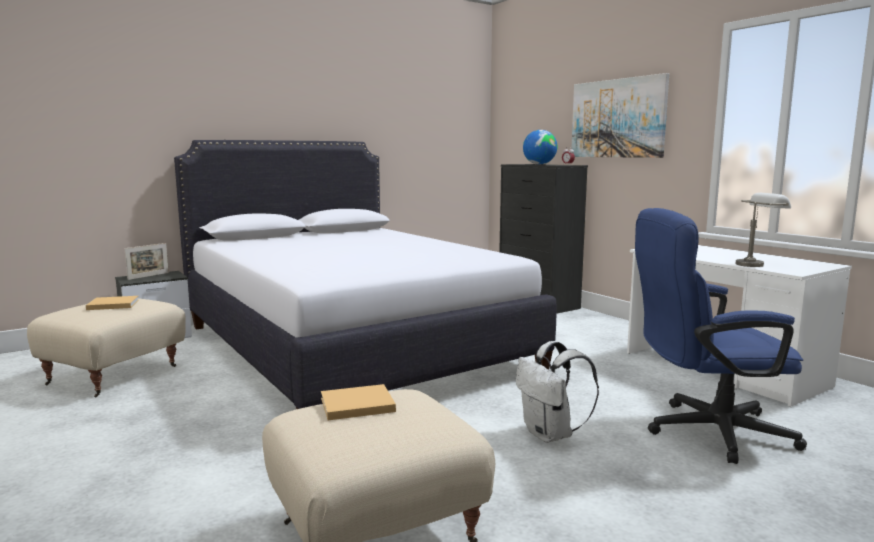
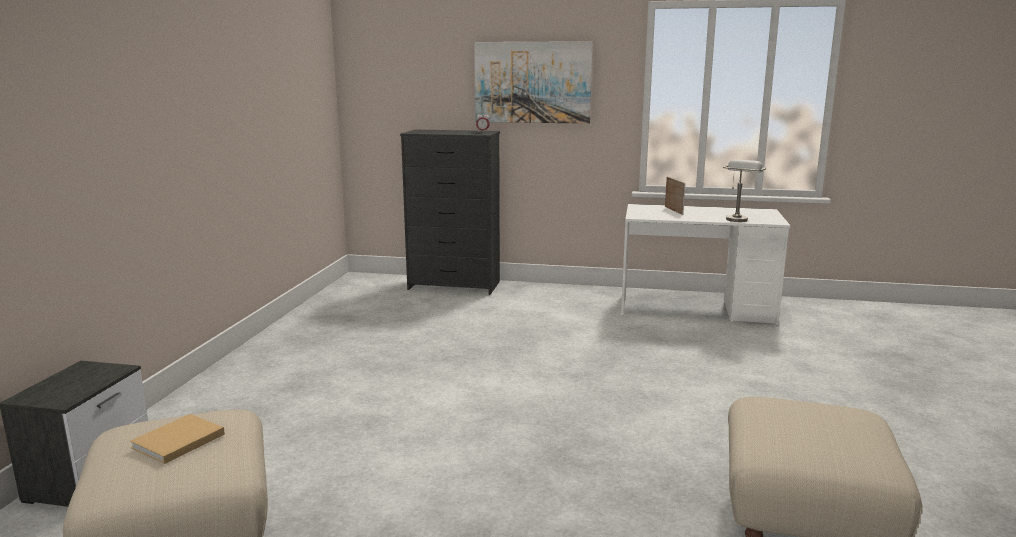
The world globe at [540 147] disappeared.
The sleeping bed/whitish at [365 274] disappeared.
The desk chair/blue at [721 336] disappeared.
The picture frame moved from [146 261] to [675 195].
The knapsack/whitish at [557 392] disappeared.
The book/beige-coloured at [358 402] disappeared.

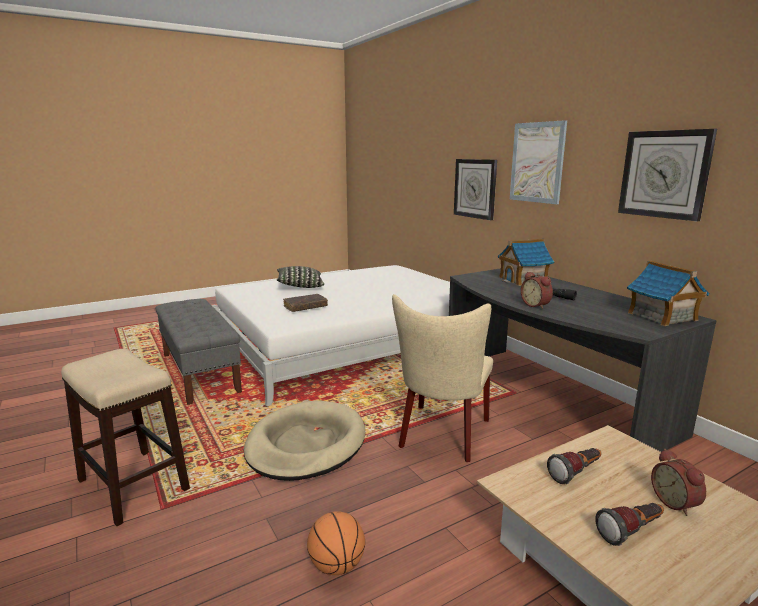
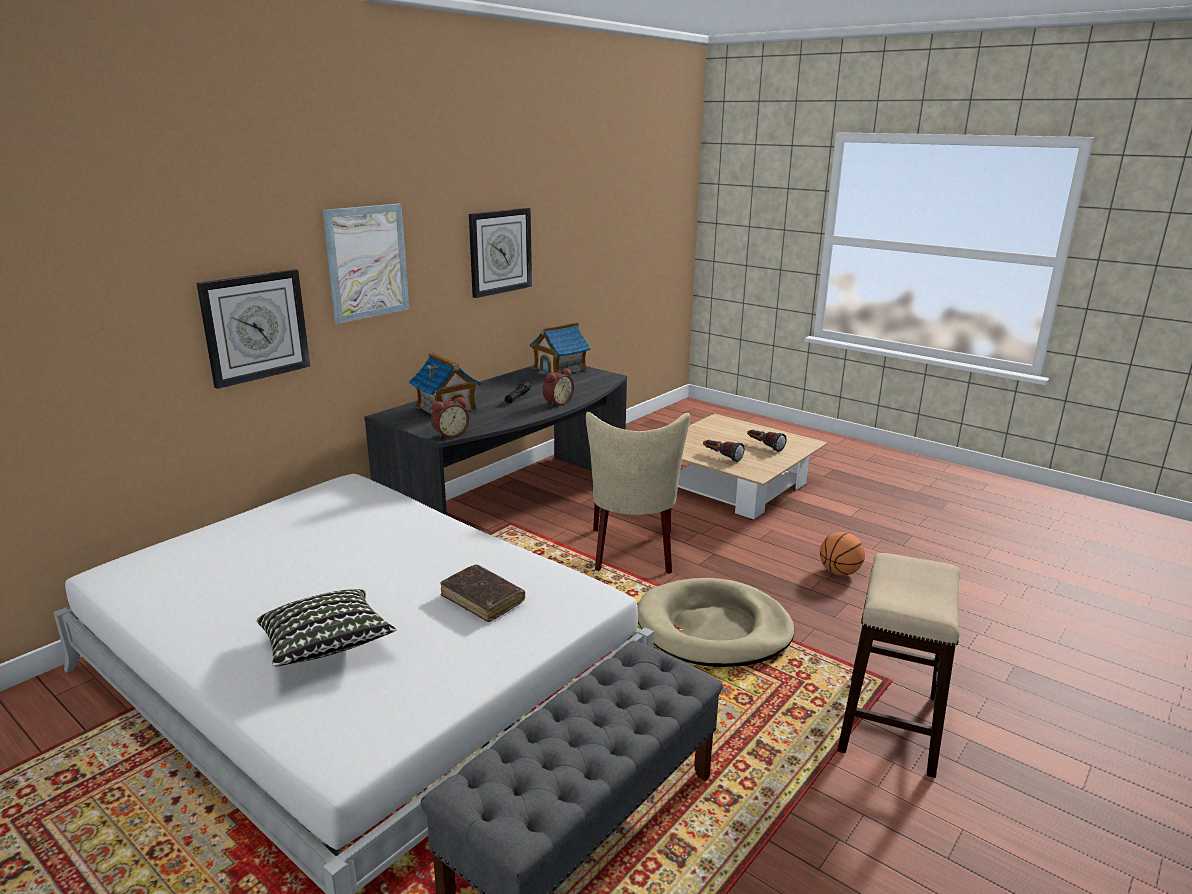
The upright chair/beige-coloured at [442 378] turned 90 degrees clockwise.
The table clock moved from [678 482] to [450 418].

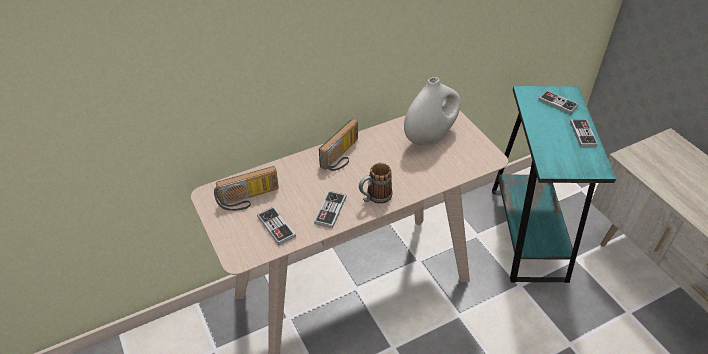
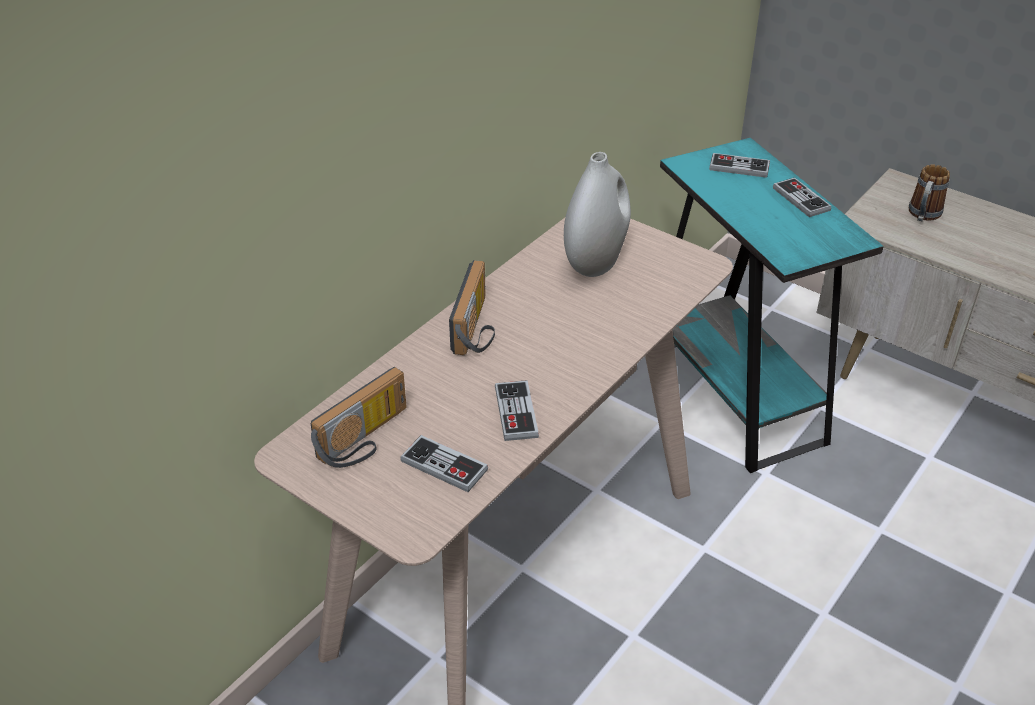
The coffee mug moved from [375 183] to [929 192].

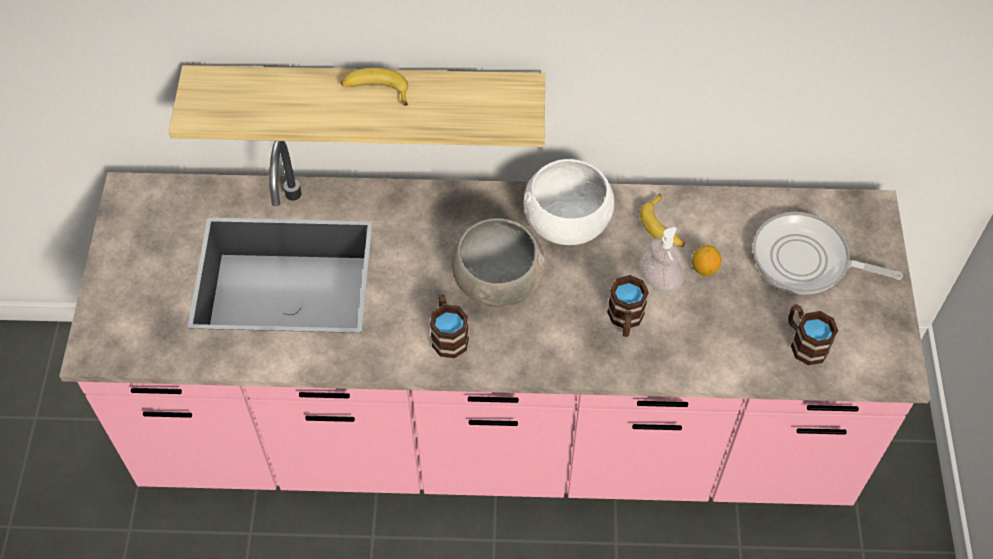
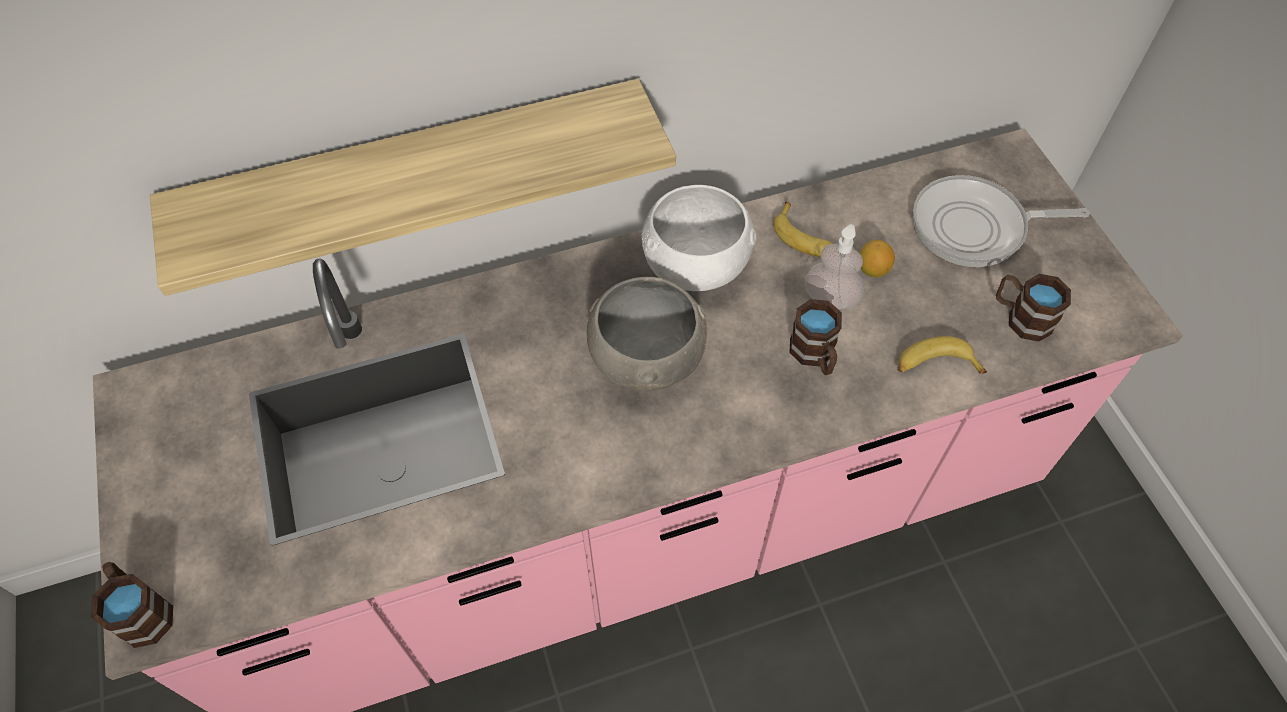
The whole banana moved from [374 87] to [942 355].
The coffee mug/brown-coloured moved from [449 326] to [132 605].

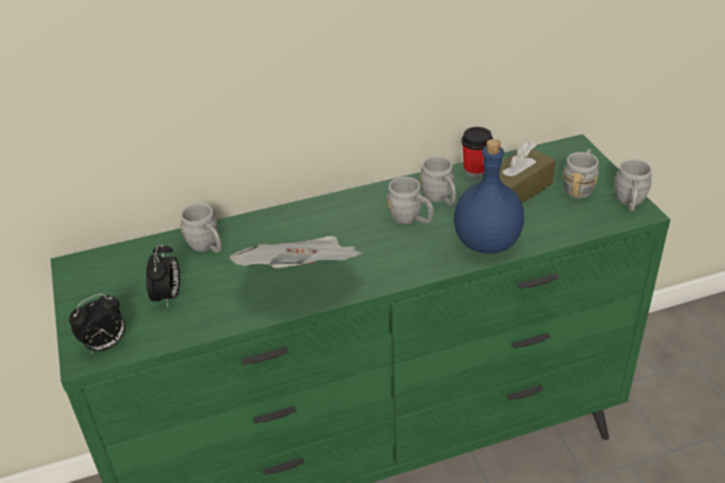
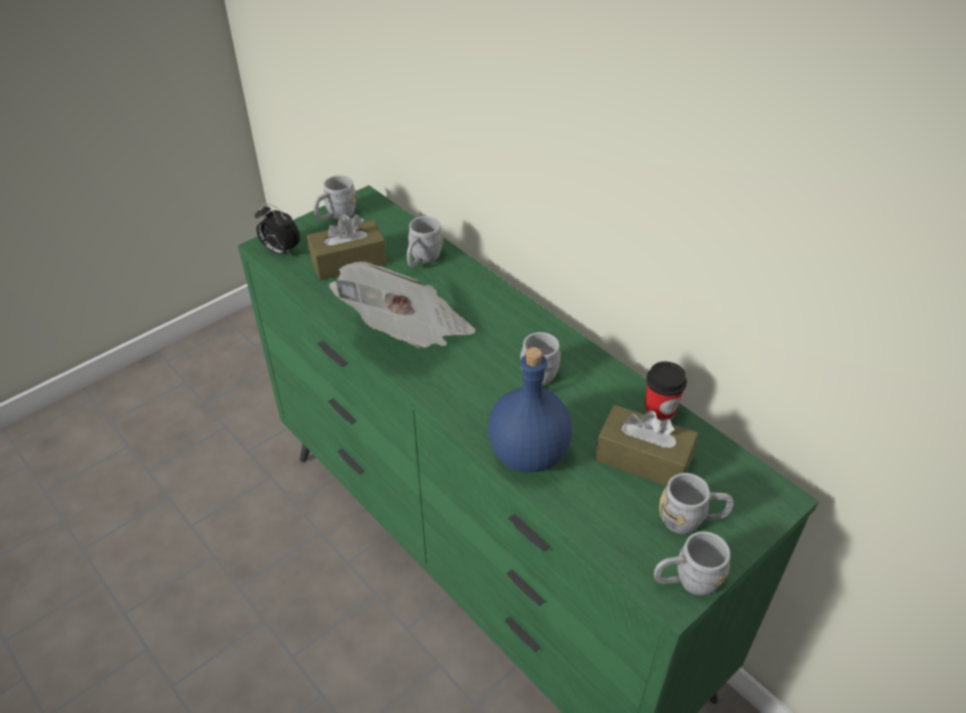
The coffee mug/gray moved from [438 180] to [335 198].
The table clock at [163 275] was replaced by the box of tissues/brown-coloured at [347 247].

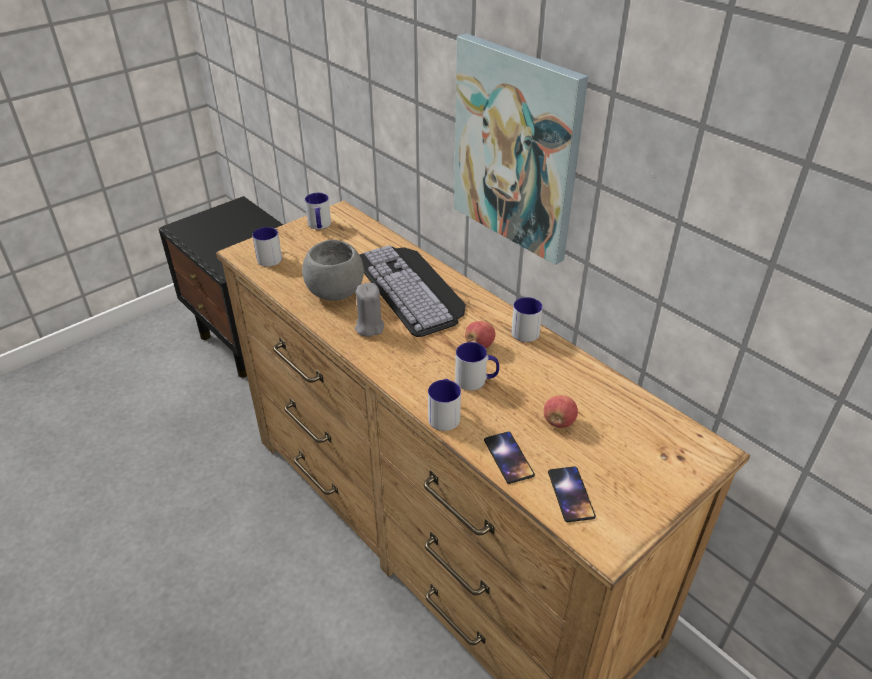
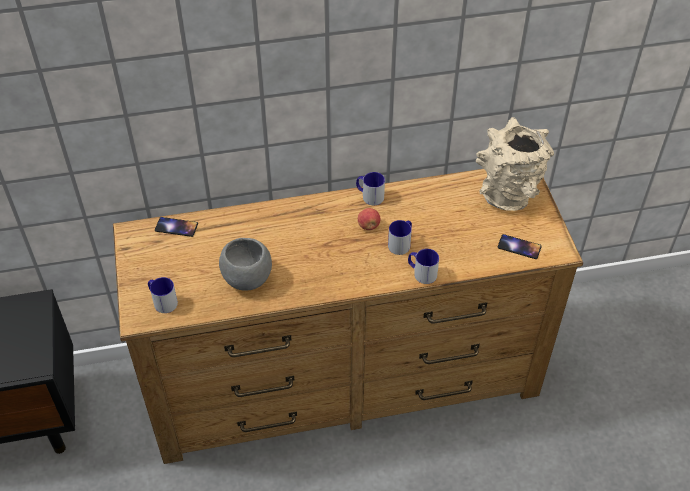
The wall art at [521 149] disappeared.
The coffee mug at [318 211] disappeared.
The keyboard at [412 291] disappeared.
The candle/gray at [369 310] disappeared.
The apple at [561 411] disappeared.
The phone moved from [509 458] to [176 227].
The flower vase/beige-coloured at [515 164] appeared.

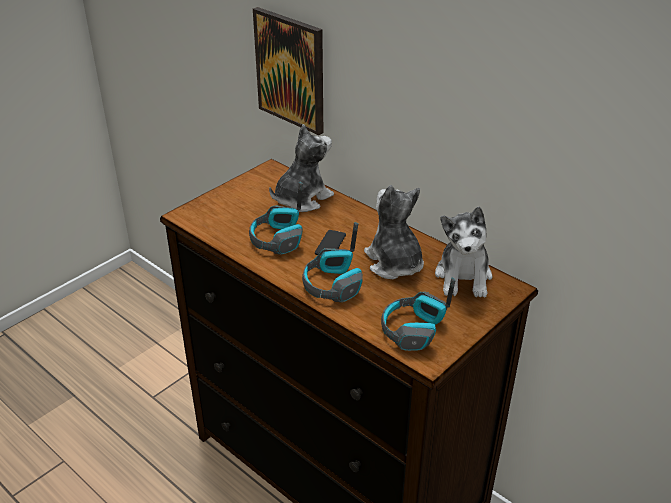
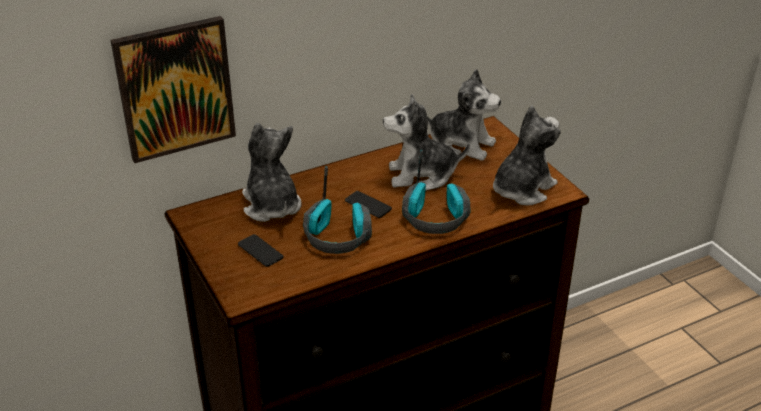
The headset at [418 314] was replaced by the cuddly toy at [527 155].
The phone at [260 250] appeared.

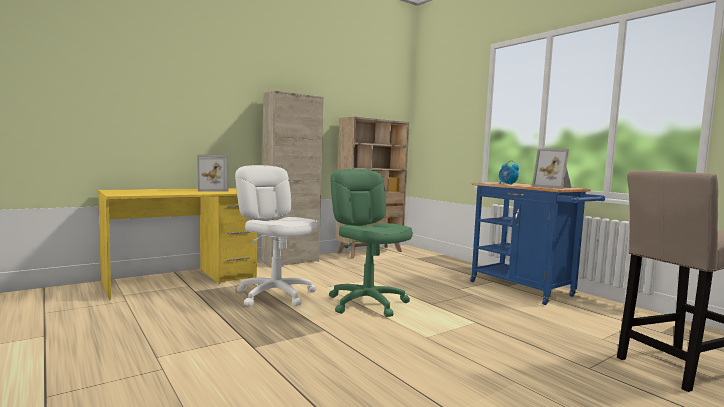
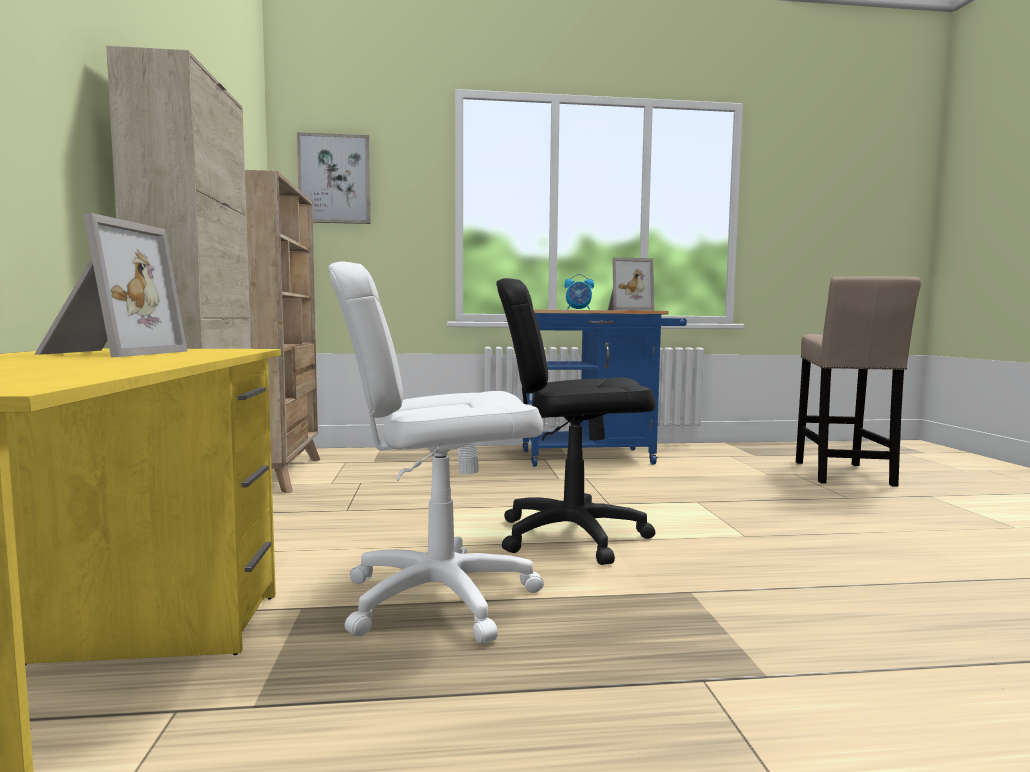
The desk chair/green at [371 243] became the desk chair/black-coloured at [576 421].
The wall art at [334 178] appeared.

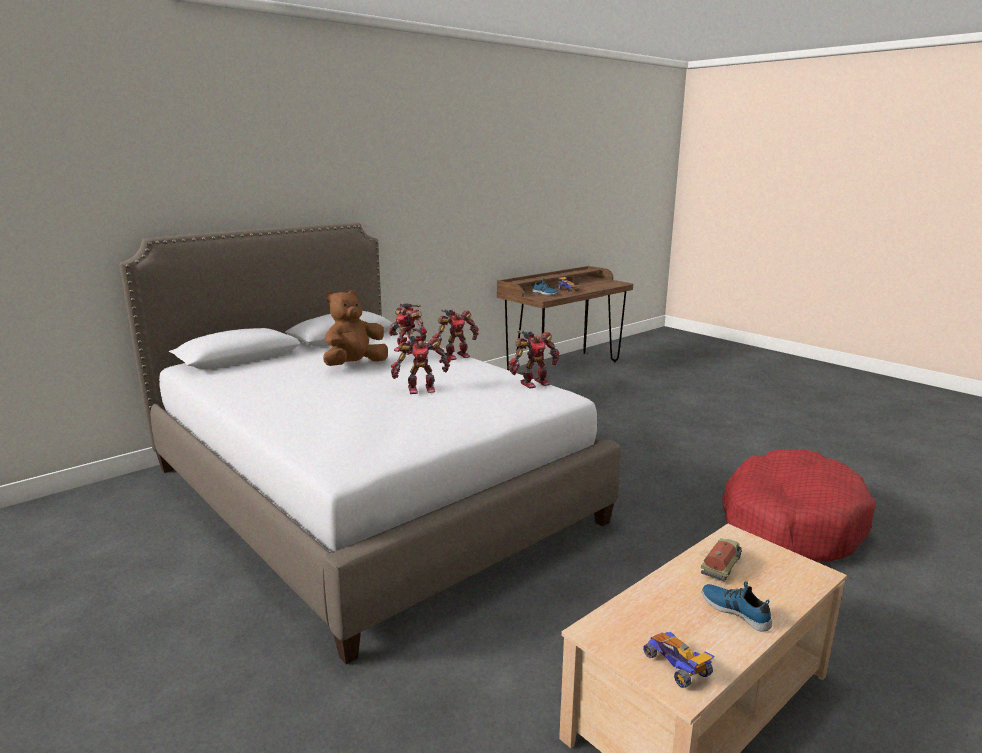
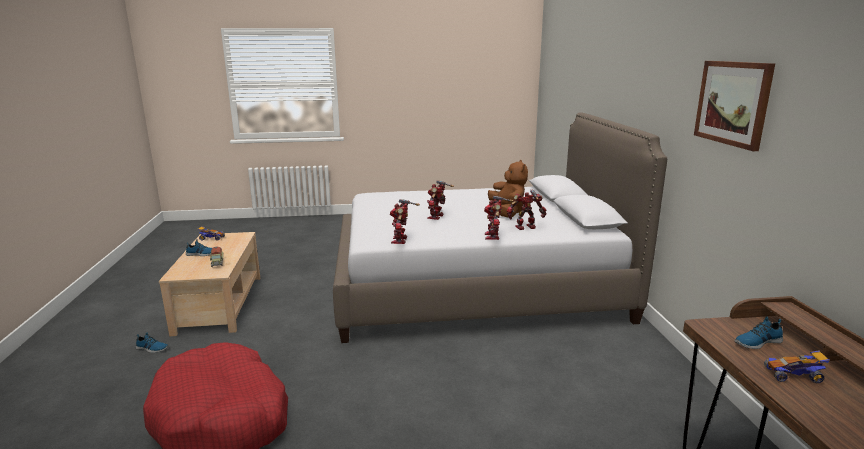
The wall art at [734 106] appeared.
The item of footwear at [152 342] appeared.

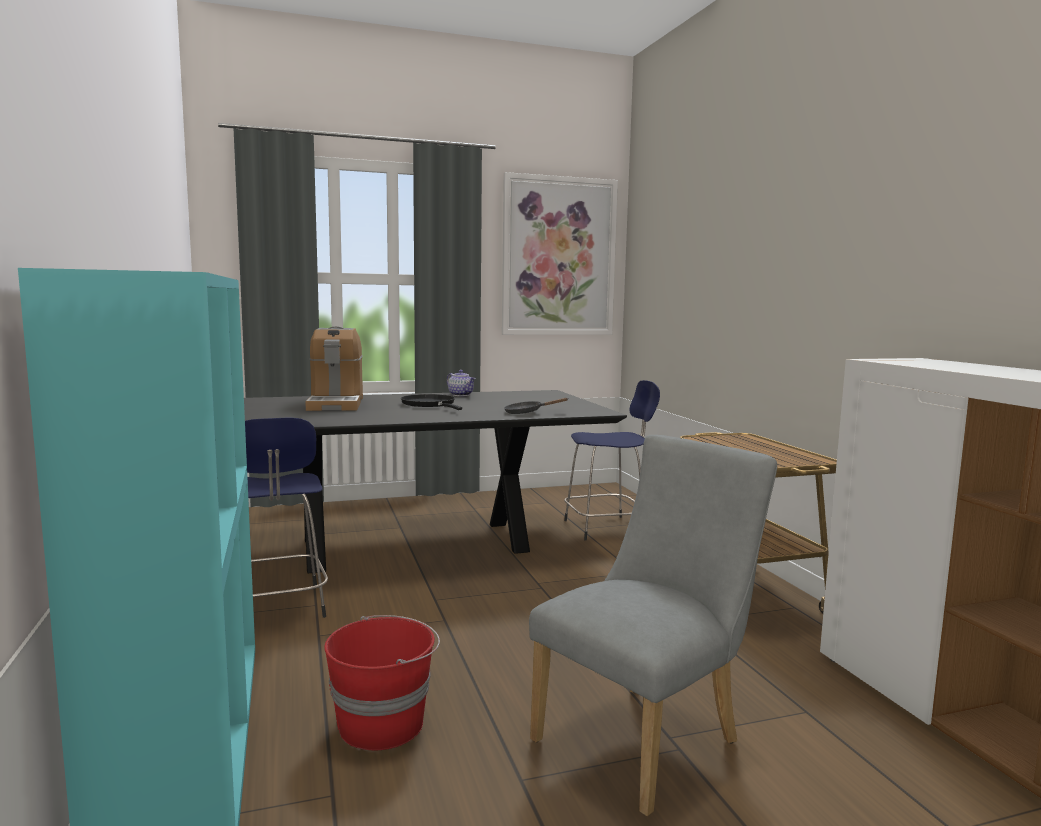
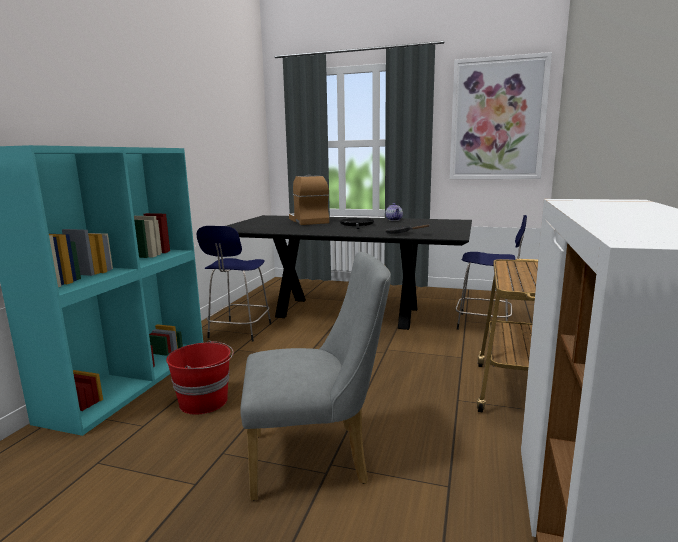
The coffee maker at [334 368] turned 135 degrees clockwise.

